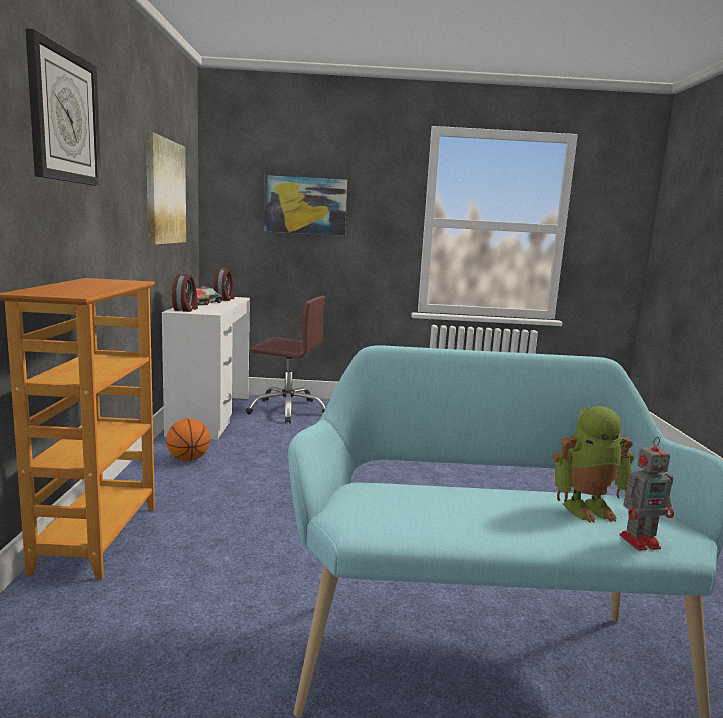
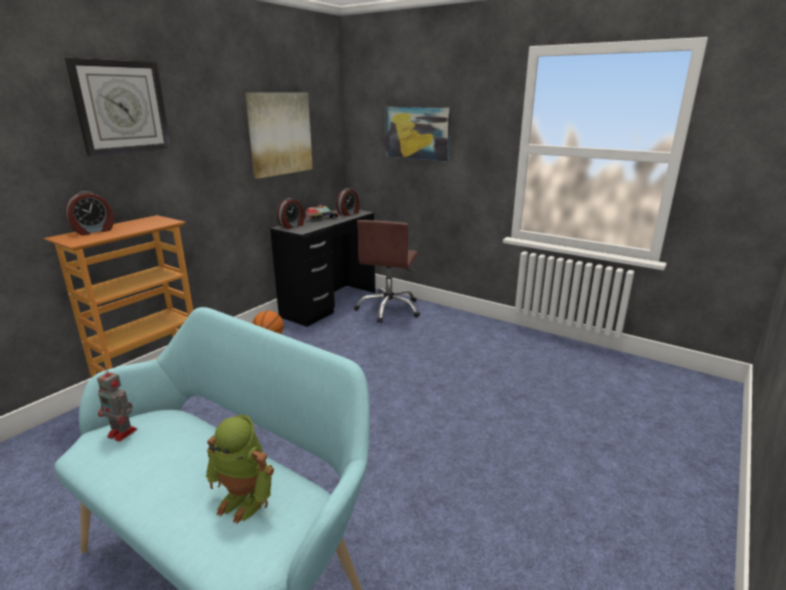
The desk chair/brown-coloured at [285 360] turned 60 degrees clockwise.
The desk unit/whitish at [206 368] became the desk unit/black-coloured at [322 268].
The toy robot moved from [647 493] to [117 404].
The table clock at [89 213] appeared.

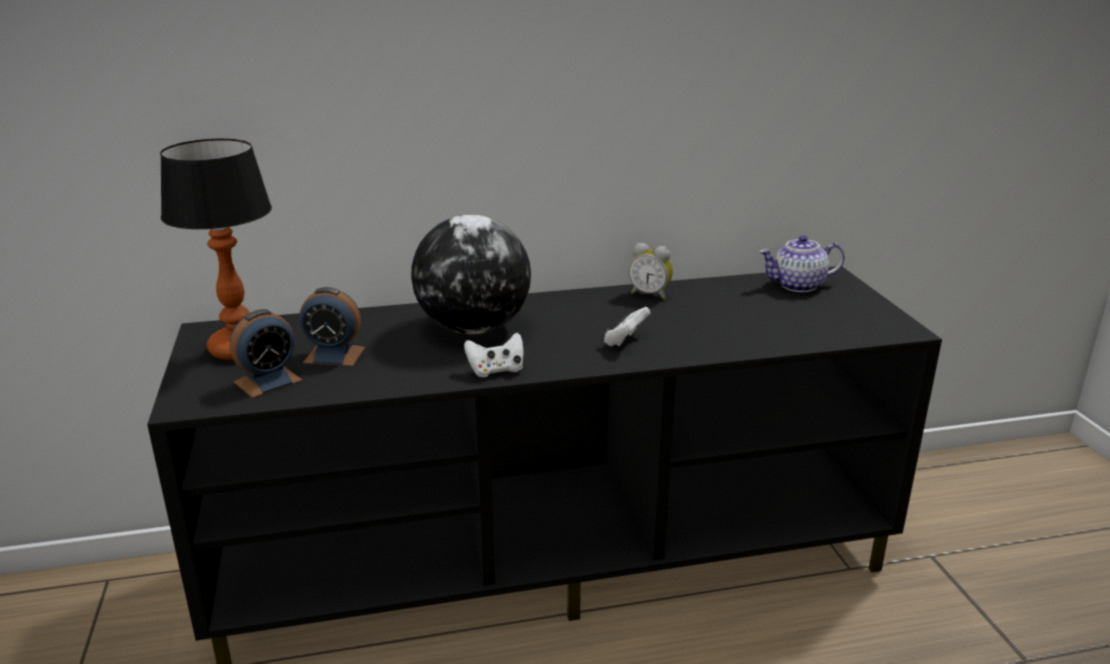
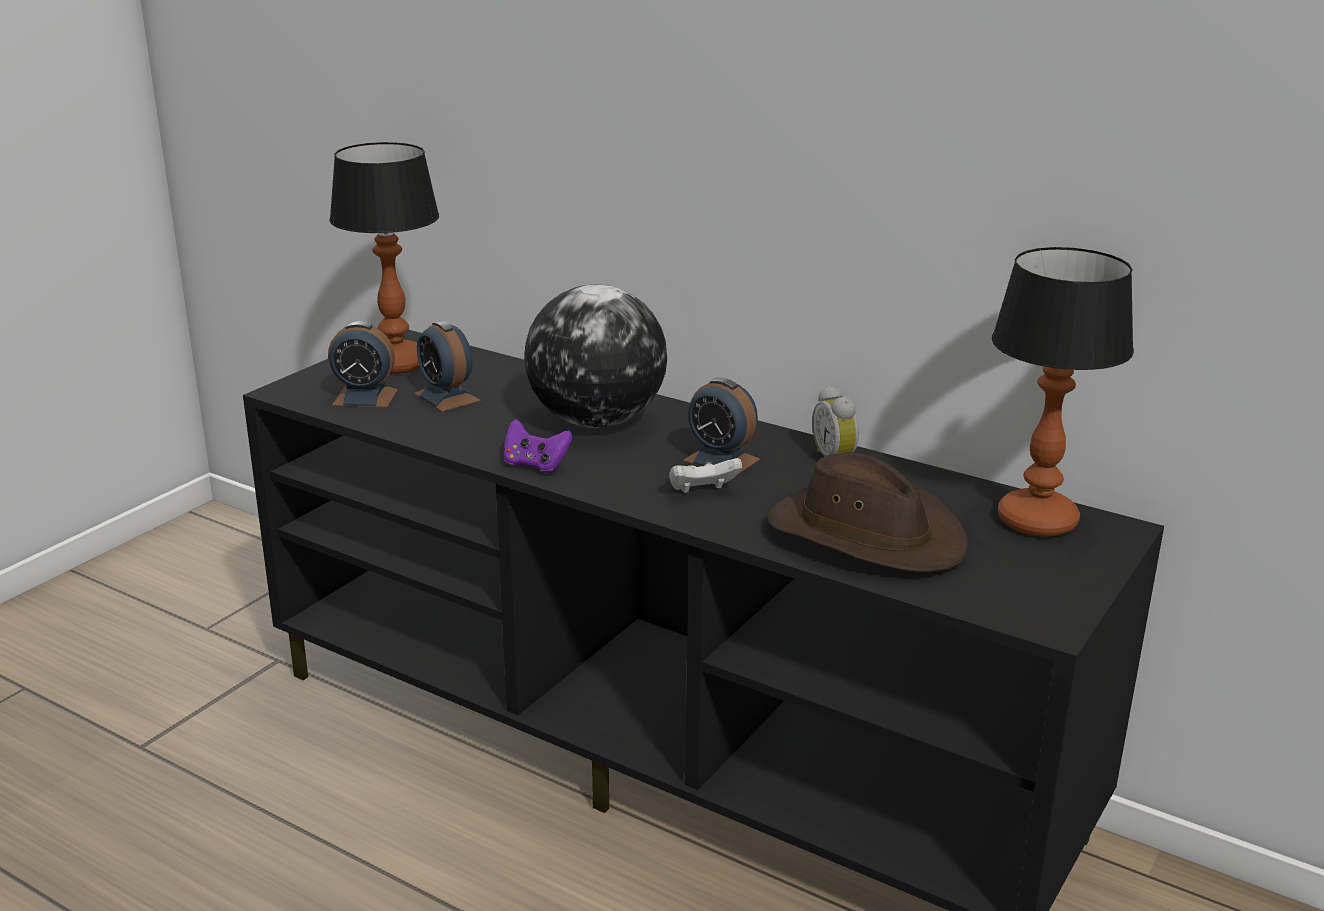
The pot for tea at [802 263] was replaced by the table lamp at [1063 392].
The game controller/whitish at [494 355] became the game controller/purplish at [538 446].
The table clock at [721 426] appeared.
The hat/brown-coloured at [868 513] appeared.

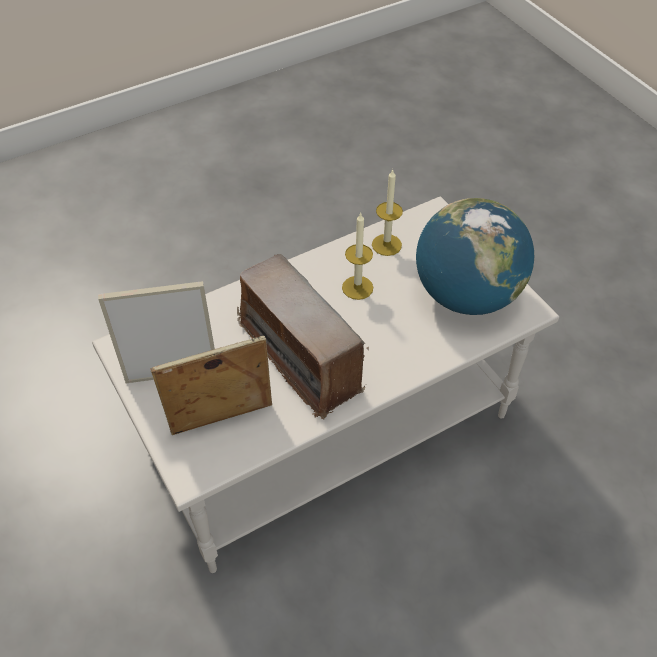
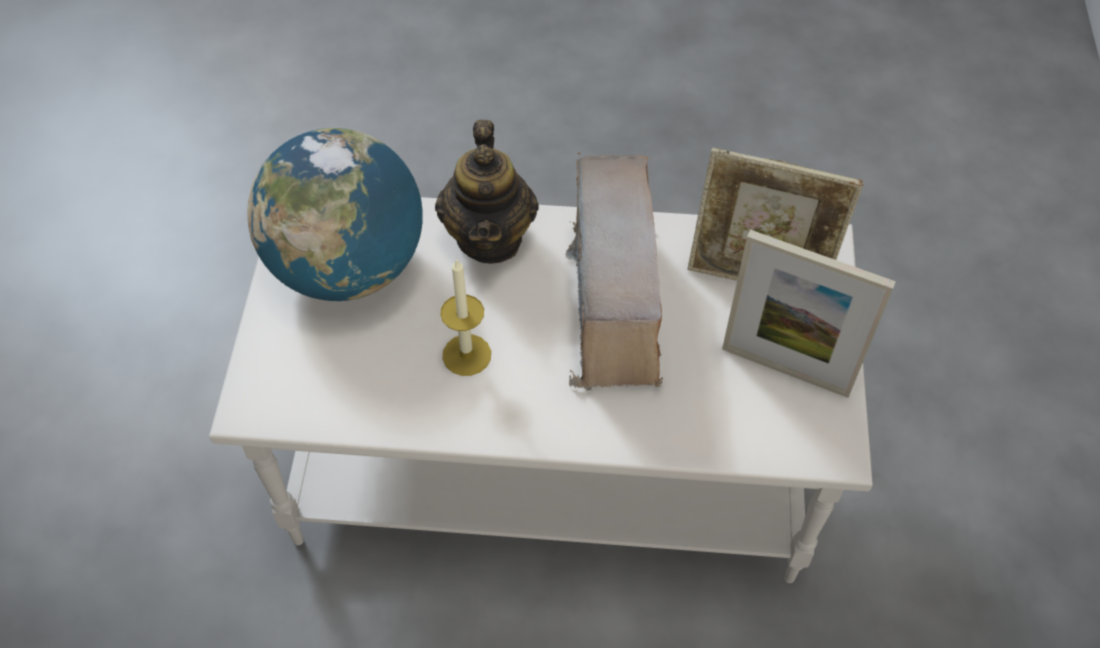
The candle at [387 212] disappeared.
The pot for tea at [487 192] appeared.

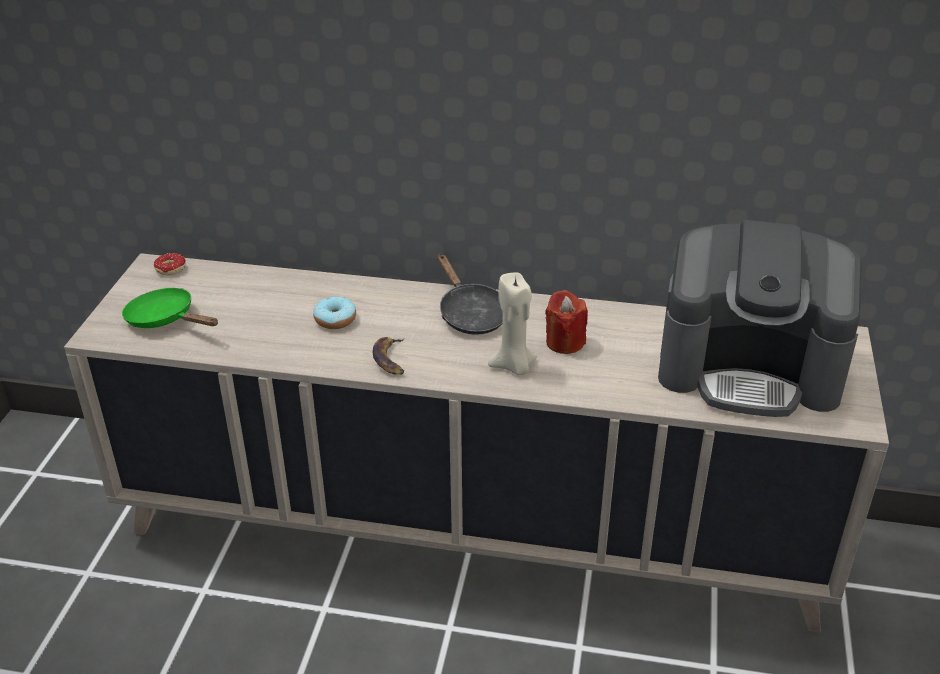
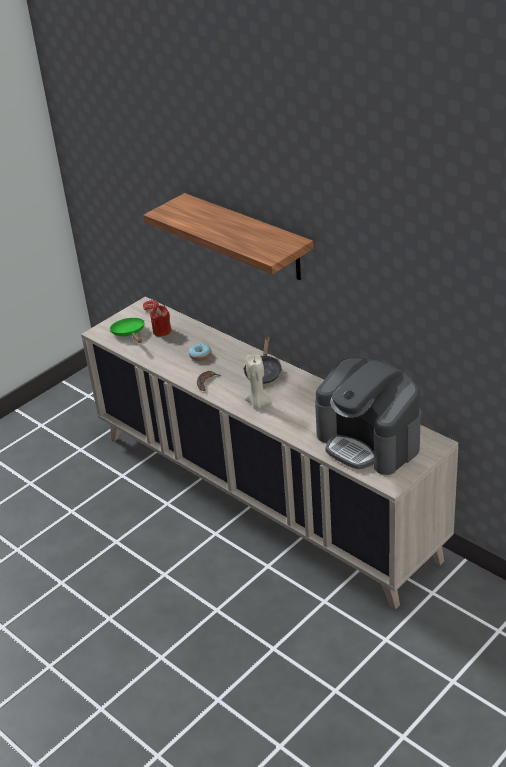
The candle/red-coloured moved from [566 322] to [161 320].
The wall shelf at [228 236] appeared.

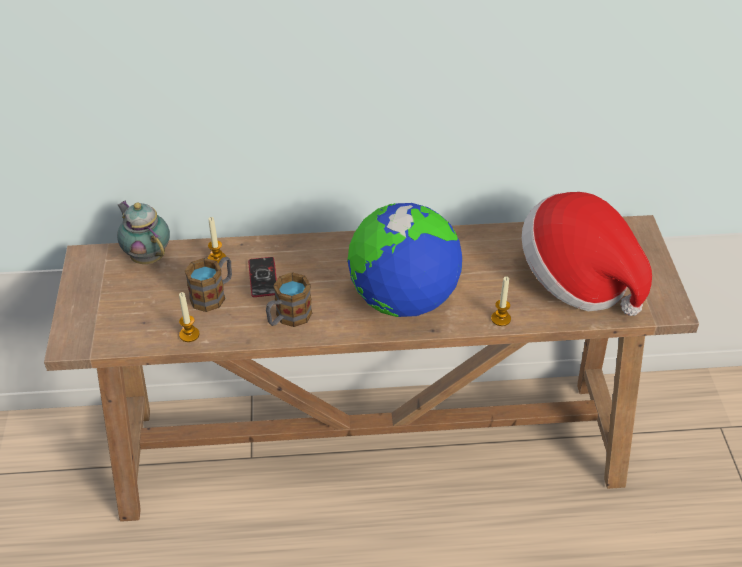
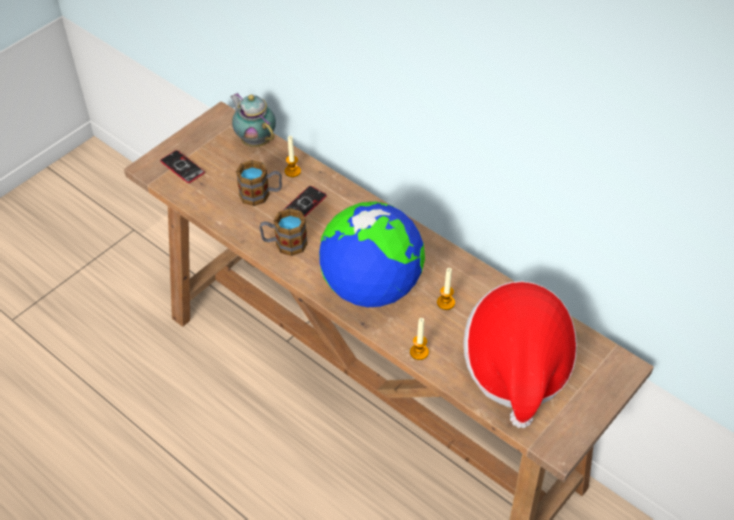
The pot for tea at [143 232] turned 45 degrees counterclockwise.
The candle moved from [189 317] to [446 289].
The phone at [182 166] appeared.

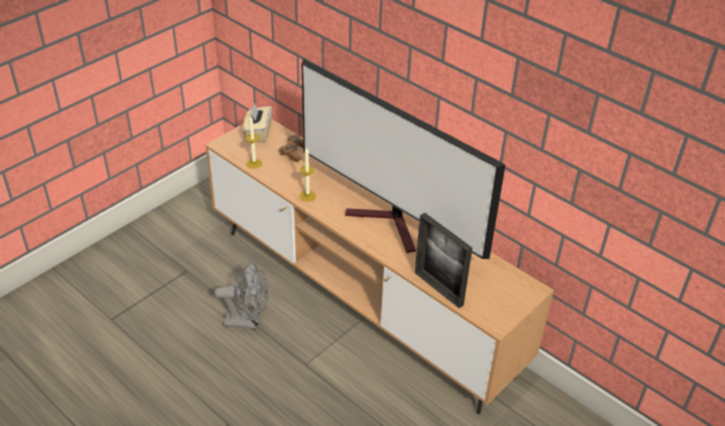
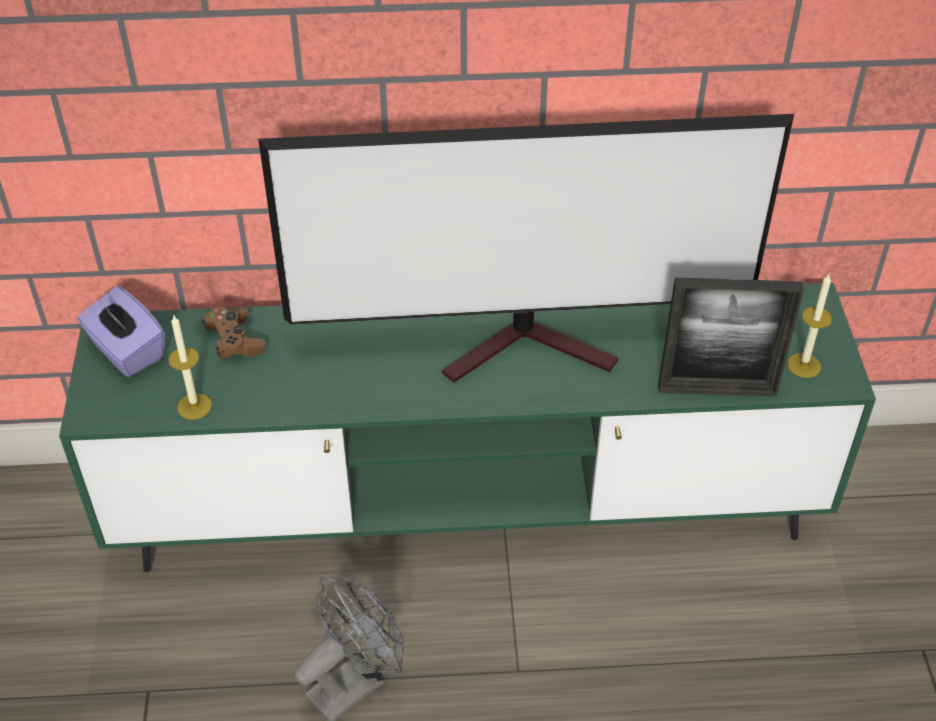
The box of tissues/beige-coloured at [257 123] became the box of tissues/purplish at [121 331].
The tv unit/brown-coloured at [380 266] became the tv unit/green at [467 427].
The candle moved from [308 175] to [809 326].

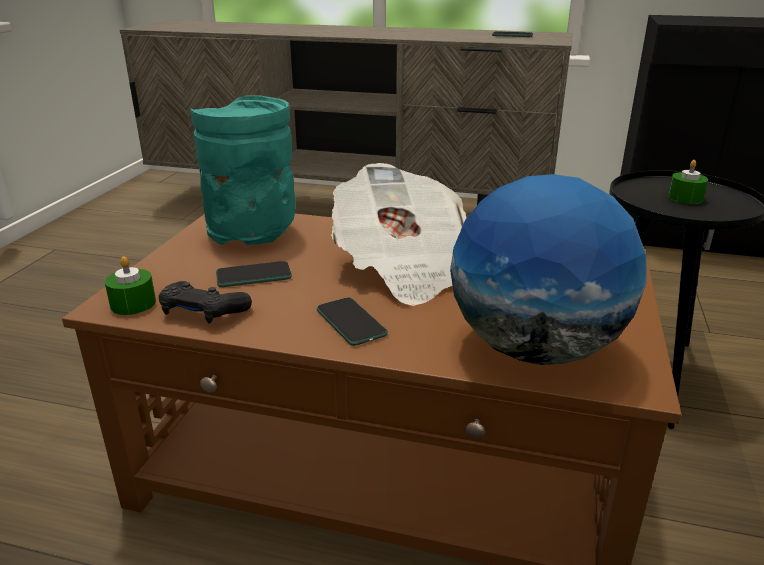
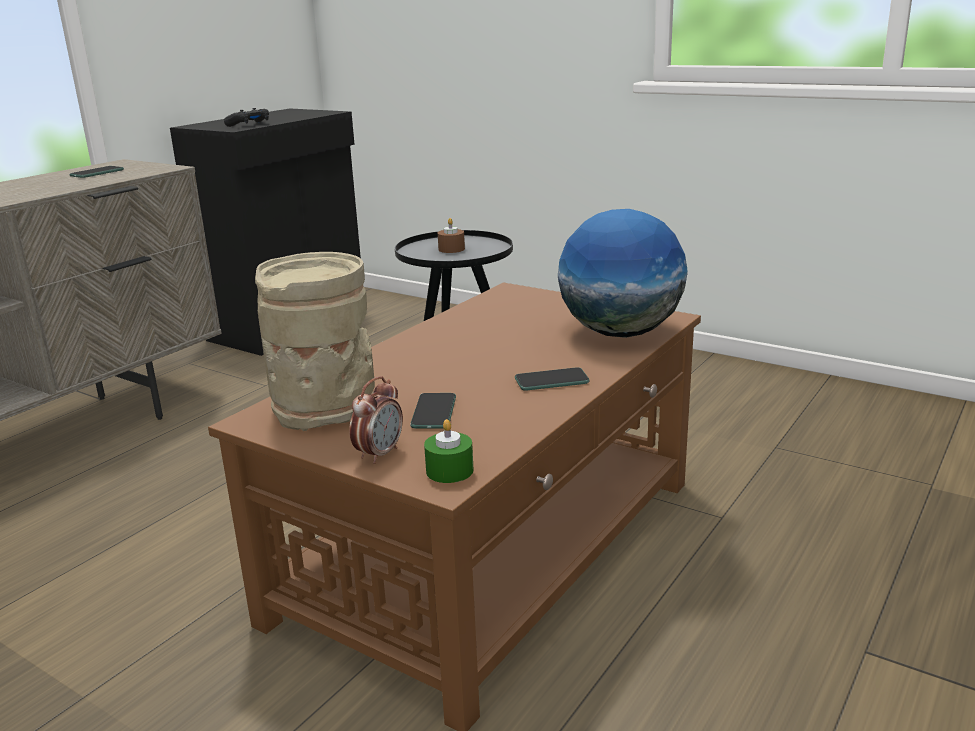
The flower vase/turquoise at [243 170] became the flower vase/beige-coloured at [315 341].
The candle/green at [688 182] became the candle/brown-coloured at [451 235].
The newspaper at [398 234] disappeared.
The game controller/black-coloured moved from [205 302] to [246 117].
The table clock at [376 420] appeared.

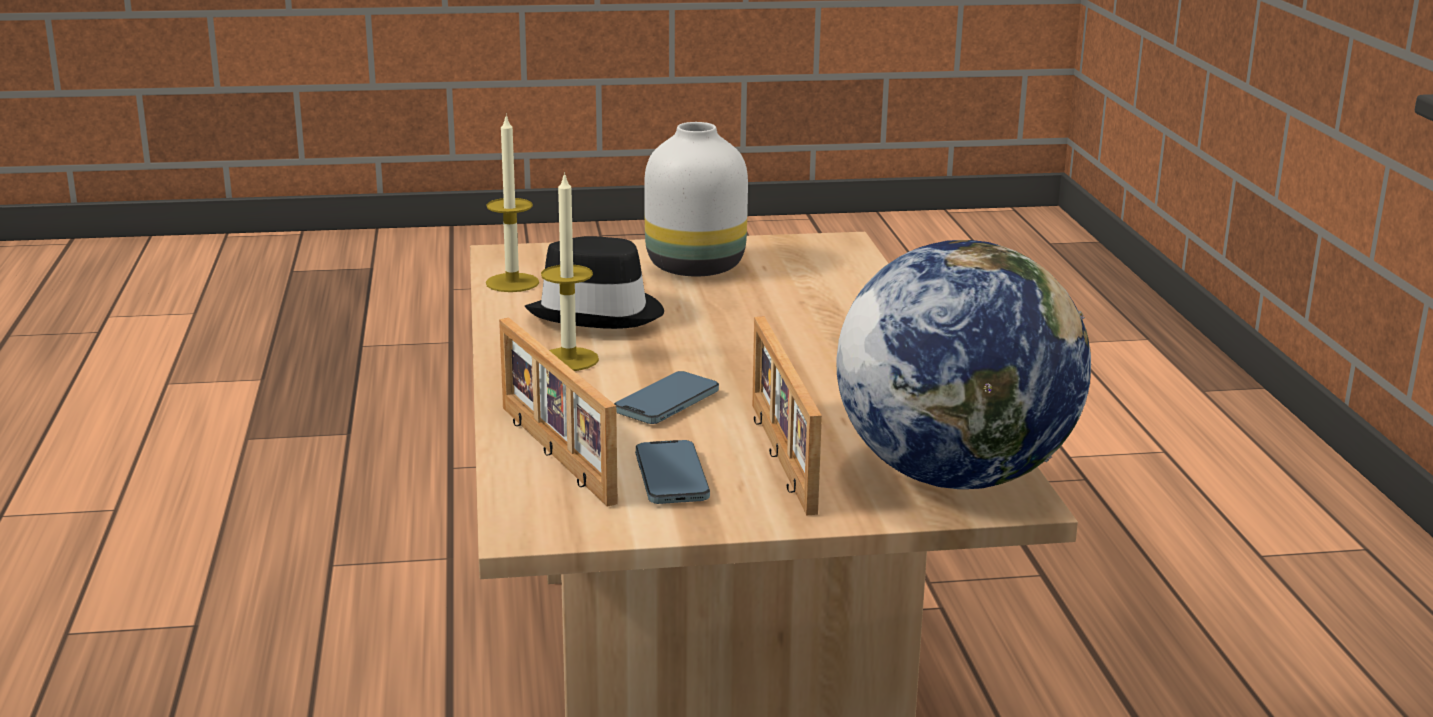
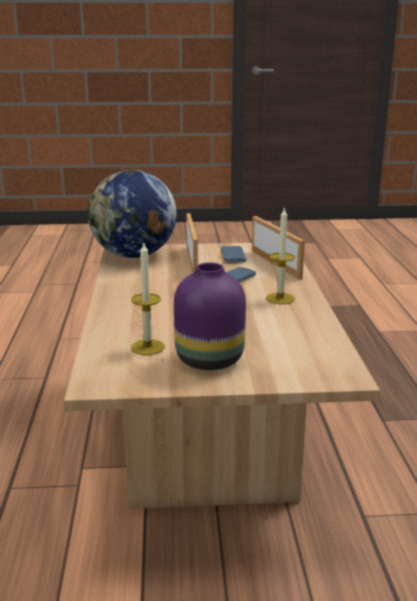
The candle moved from [512 202] to [148 298].
The flower vase/whitish at [696 199] became the flower vase/purplish at [210 316].
The hat/black-coloured at [594 282] disappeared.

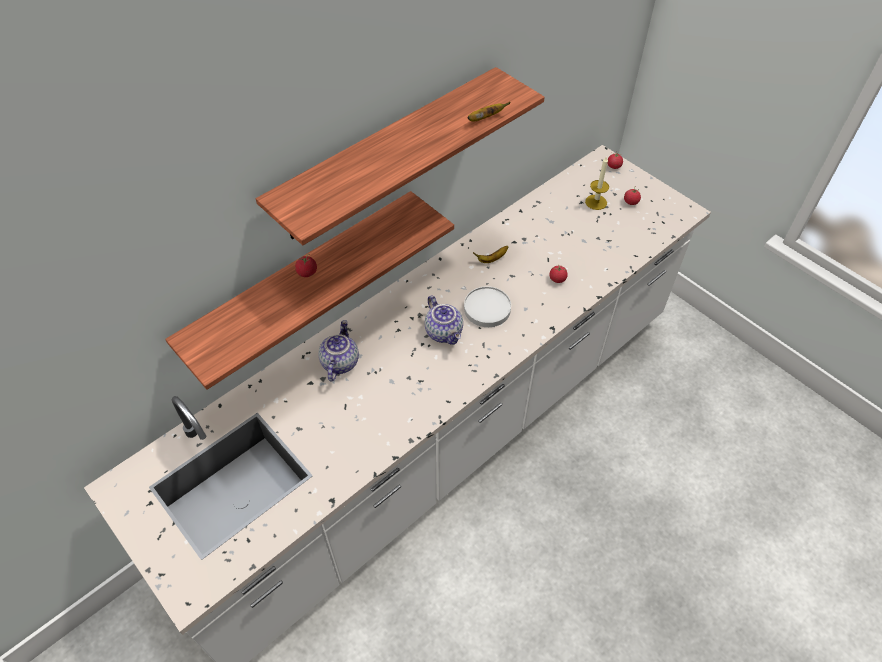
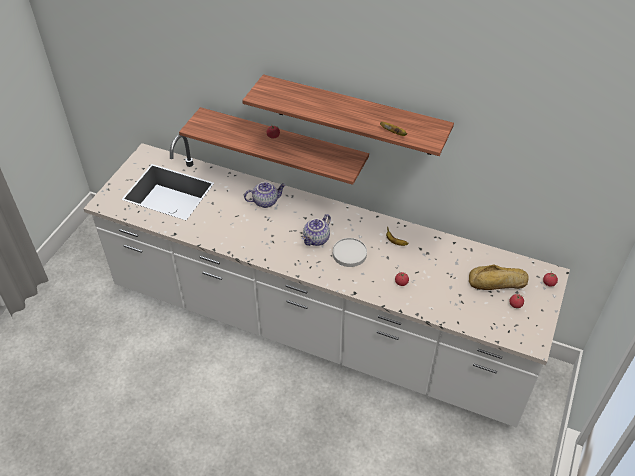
The candle at [597 183] was replaced by the bread at [499 277].

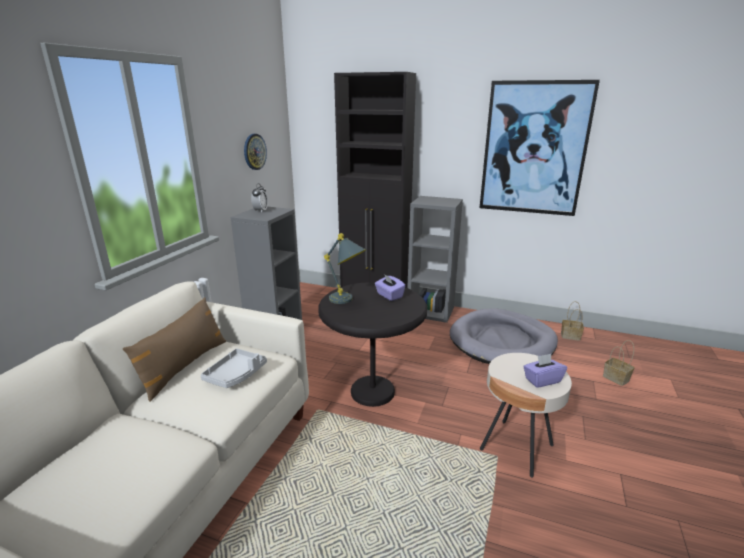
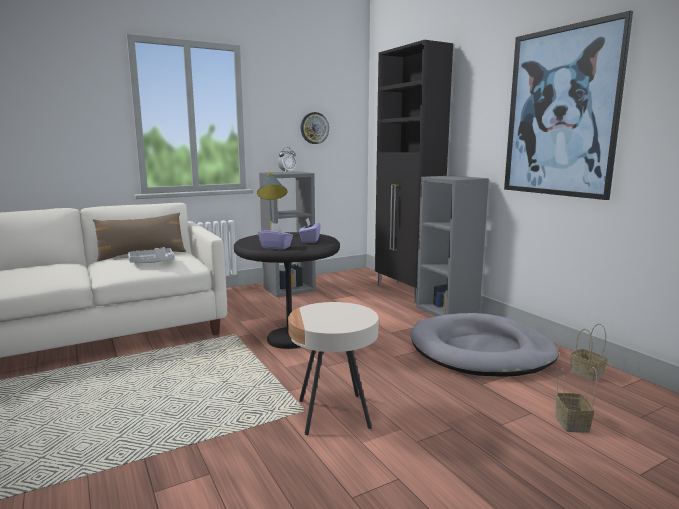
The box of tissues/purplish moved from [545 371] to [275 236].

